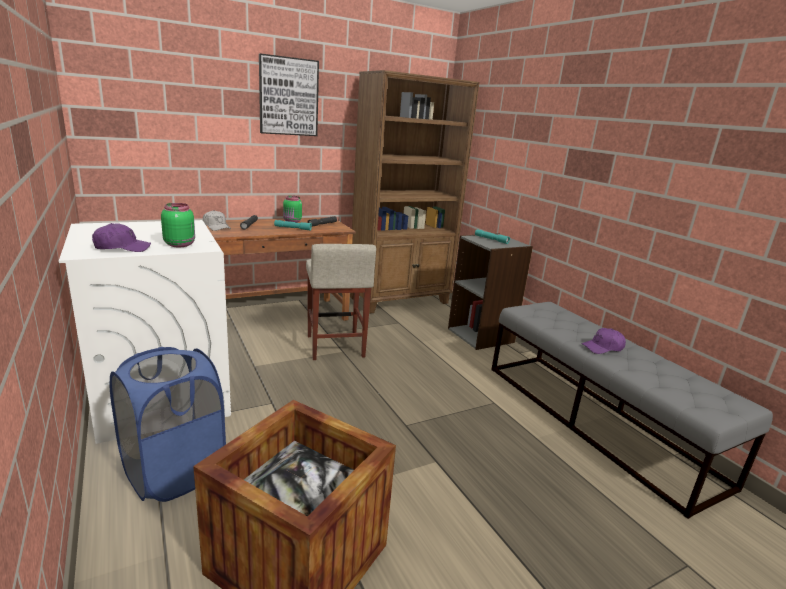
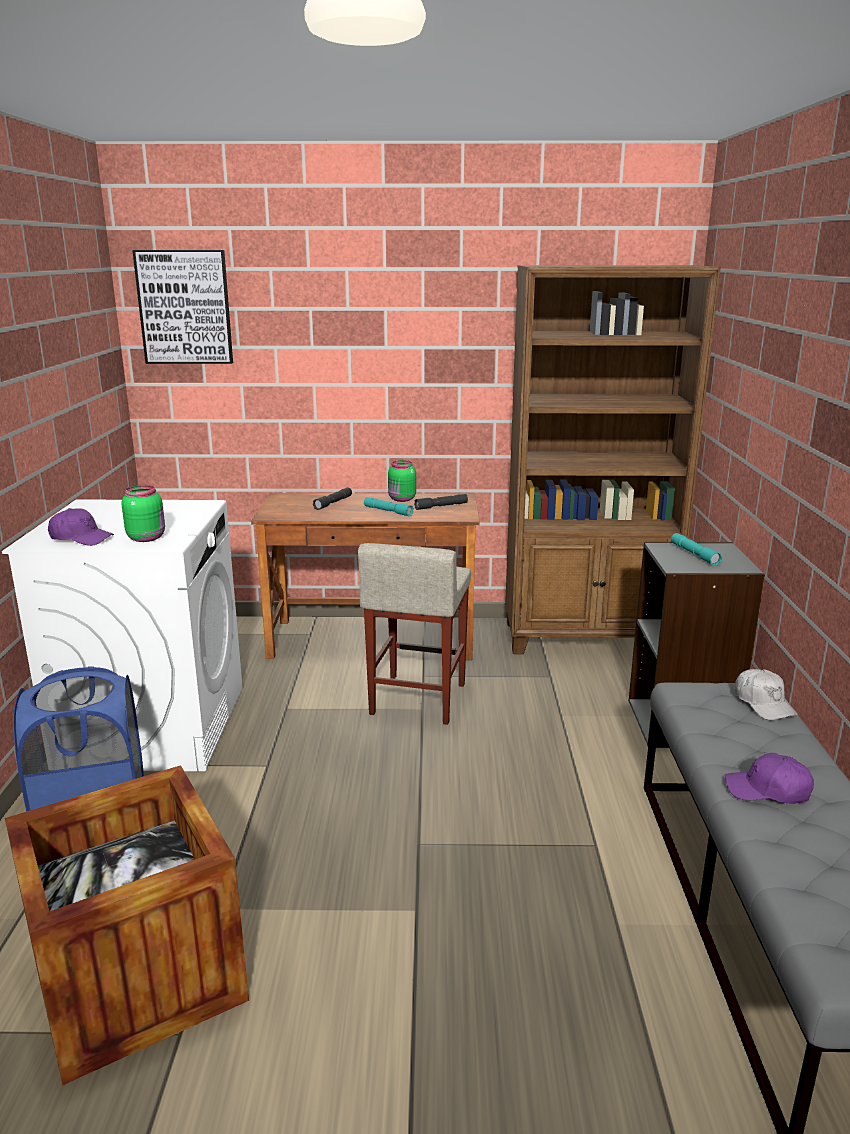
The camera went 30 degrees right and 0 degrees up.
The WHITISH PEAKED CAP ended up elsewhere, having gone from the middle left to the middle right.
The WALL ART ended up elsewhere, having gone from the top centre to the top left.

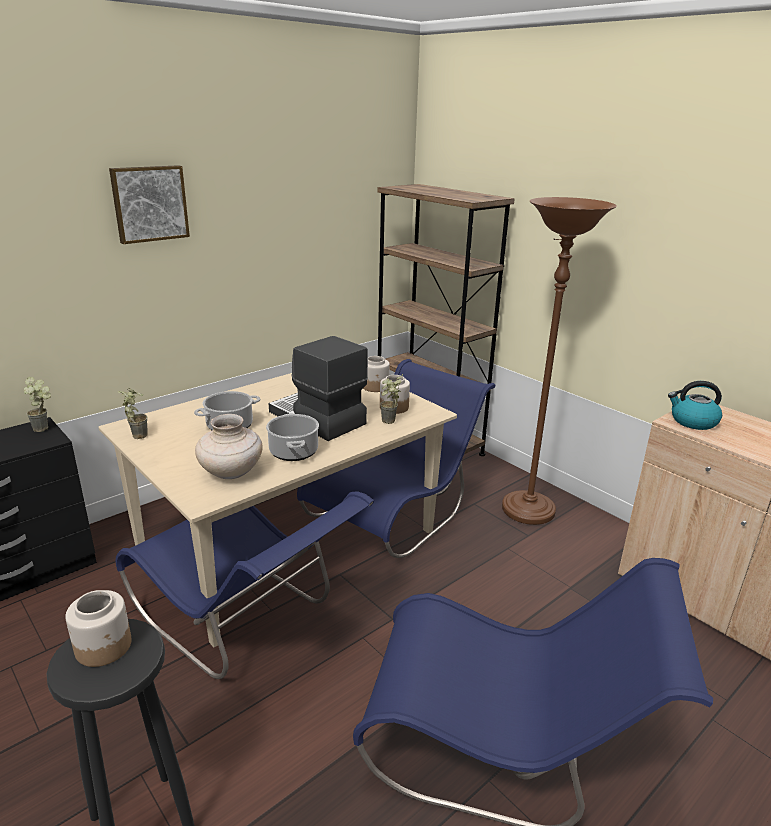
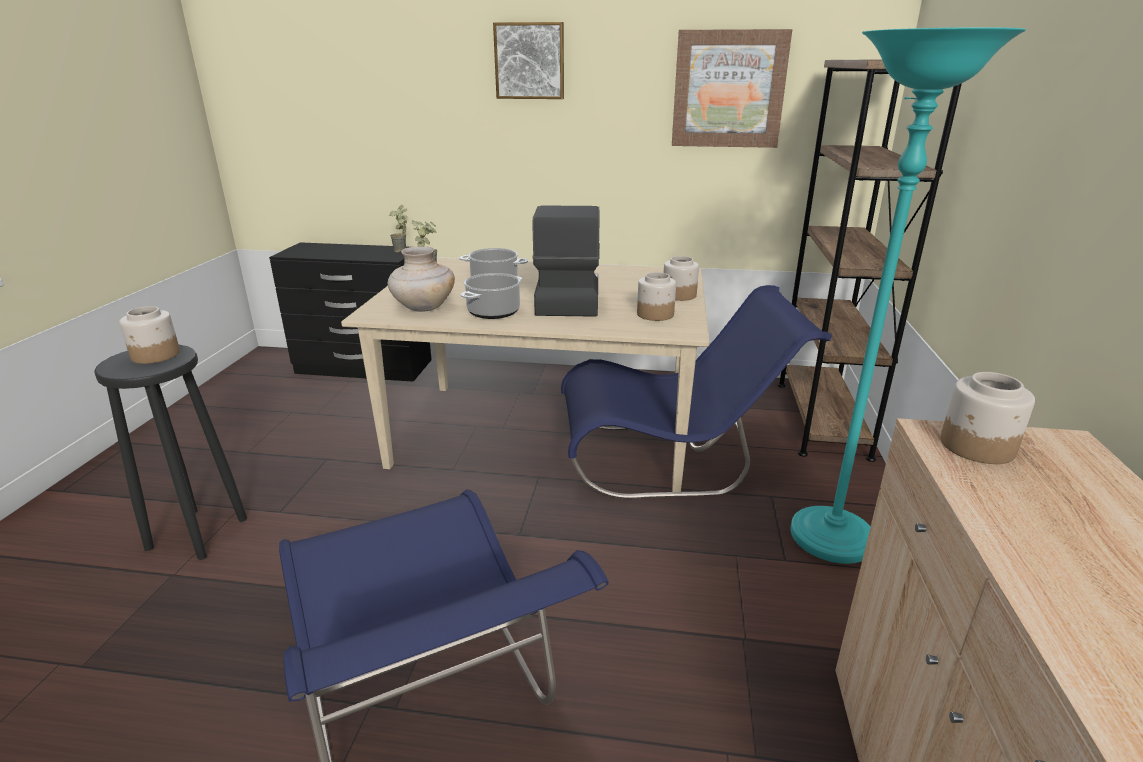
The camera went 50 degrees right and 0 degrees up.
The second view lost the BLUE-COLOURED CHAIR (1st from left) at the bottom left.
The second view lost the HOUSEPLANT (3rd from left) at the centre.
The second view gained the WALL ART (2nd from left) at the top centre.
Where the TEA KETTLE stood at the middle right, the PRESERVE JAR (4th from left) came to stand at the middle right.
What was the BROWN STANDARD LAMP at the middle right turned into the BLUE-GREEN STANDARD LAMP at the middle right.

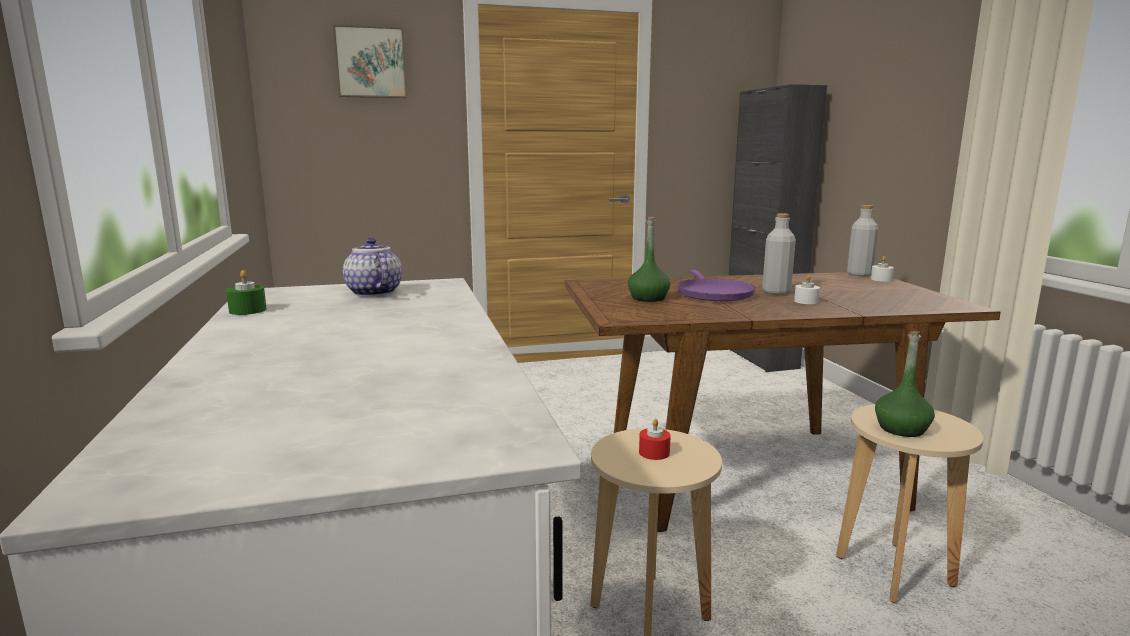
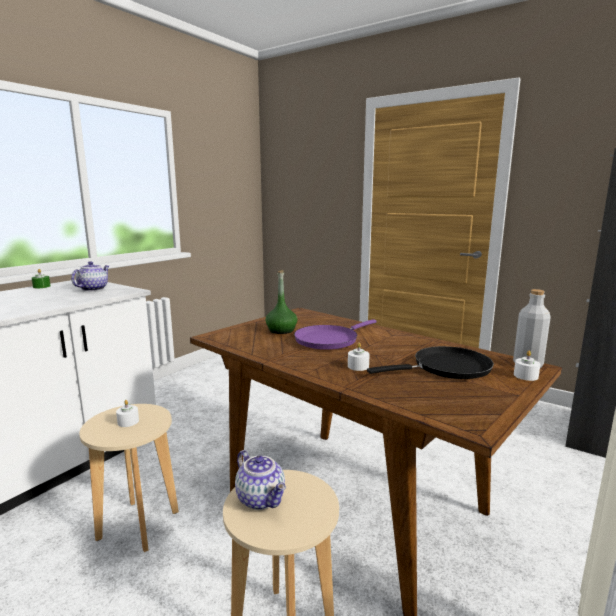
The camera went 50 degrees right and 0 degrees up.
The second view lost the WALL ART at the top left.
The second view lost the GREY DRINK BOTTLE (1st from left) at the middle right.
The second view gained the BLACK-COLOURED PAN at the middle right.
Where the GREEN-COLOURED DRINK BOTTLE (2nd from left) stood at the middle right, the TEA POT (2nd from left) came to stand at the bottom centre.
What was the RED WAX LIGHT at the bottom centre turned into the WHITISH WAX LIGHT (1st from left) at the bottom left.

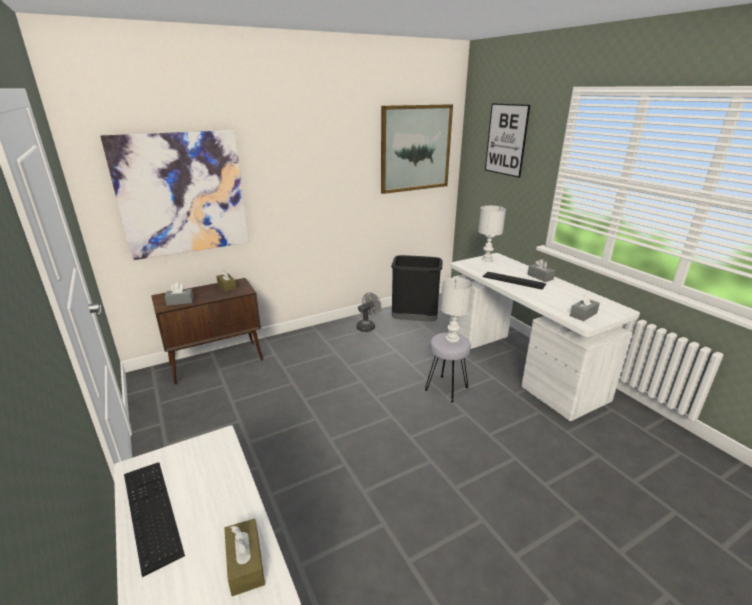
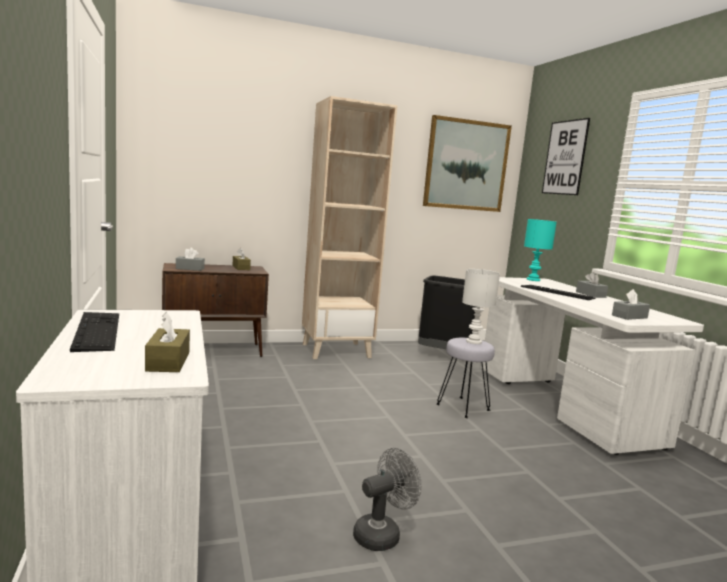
The camera went 10 degrees right and 15 degrees down.
The second view lost the WALL ART (1st from left) at the top left.
The second view gained the BEIGE SHELVING UNIT at the centre.
The GREY FAN ended up elsewhere, having gone from the centre to the bottom centre.
What was the WHITISH TABLETOP LAMP (2nd from left) at the centre turned into the BLUE-GREEN TABLETOP LAMP at the middle right.

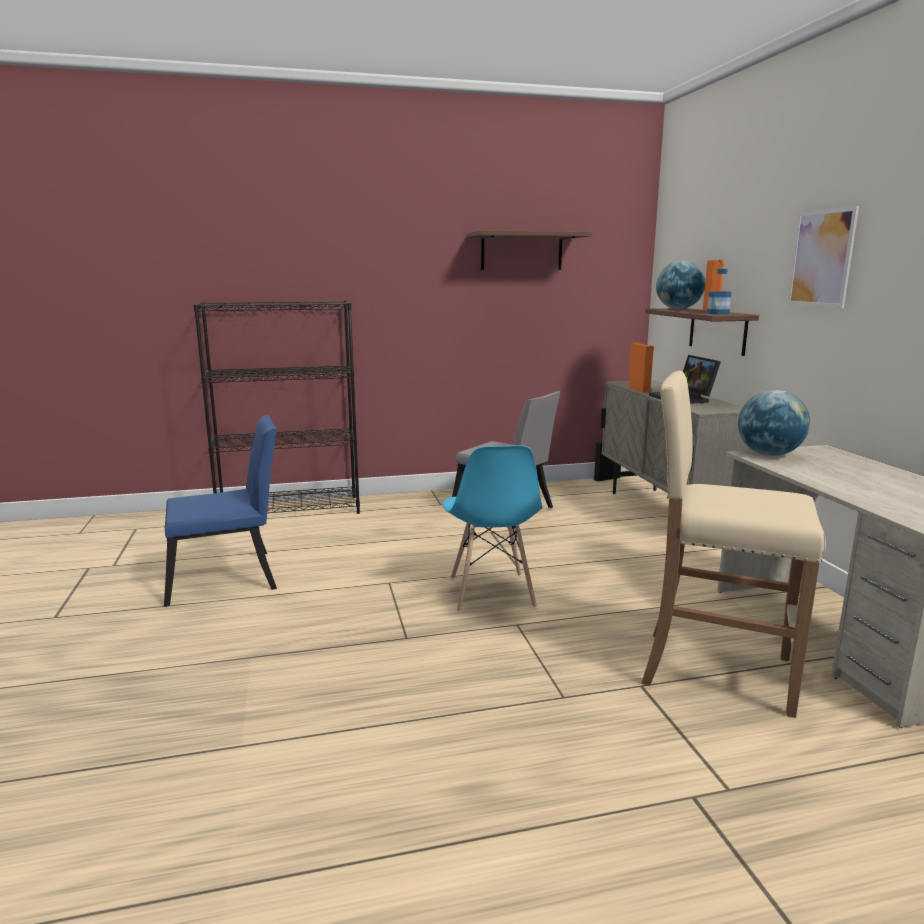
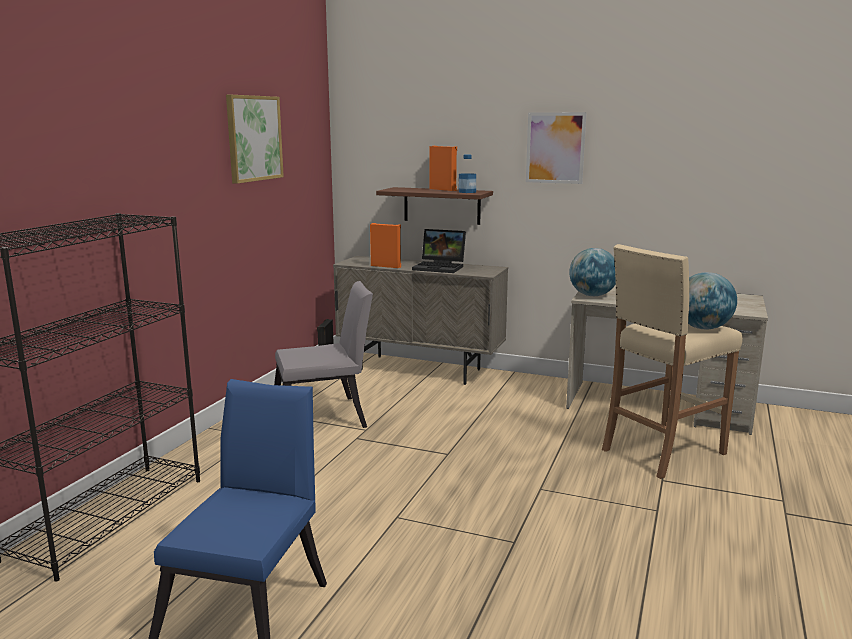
The camera went 55 degrees left and 0 degrees up.
The second view lost the BLUE-COLOURED CHAIR (2nd from left) at the centre.
The GLOBE (1st from left in the first image) ended up elsewhere, having gone from the top right to the middle right.
Where the BROWN BRACKET SHELF (1st from left) hung at the top centre, the WALL ART (1st from left) came to hang at the top left.

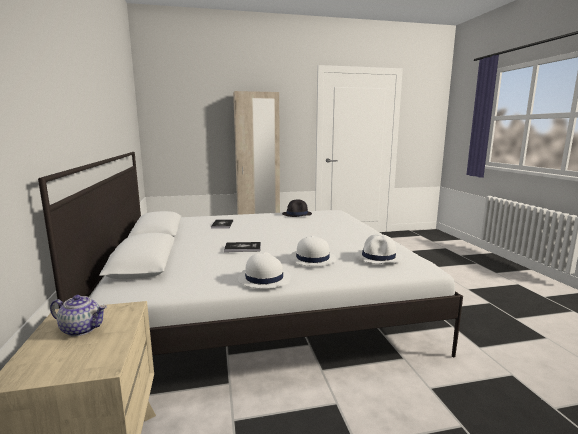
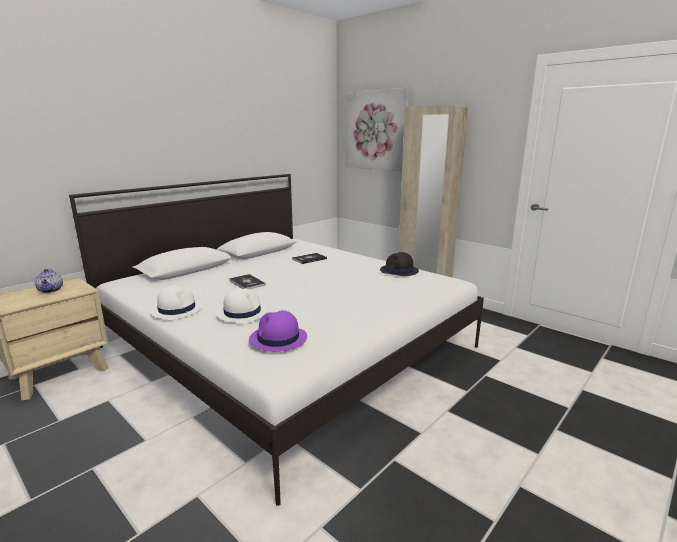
The camera went 55 degrees right and 5 degrees up.
The second view gained the WALL ART at the top centre.
What was the WHITISH WEARABLE HAT (3rd from left) at the centre turned into the PURPLE-COLOURED WEARABLE HAT at the centre.

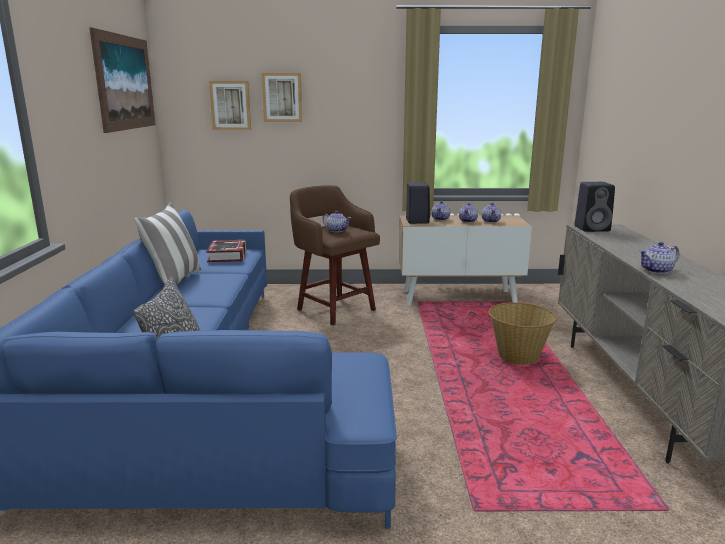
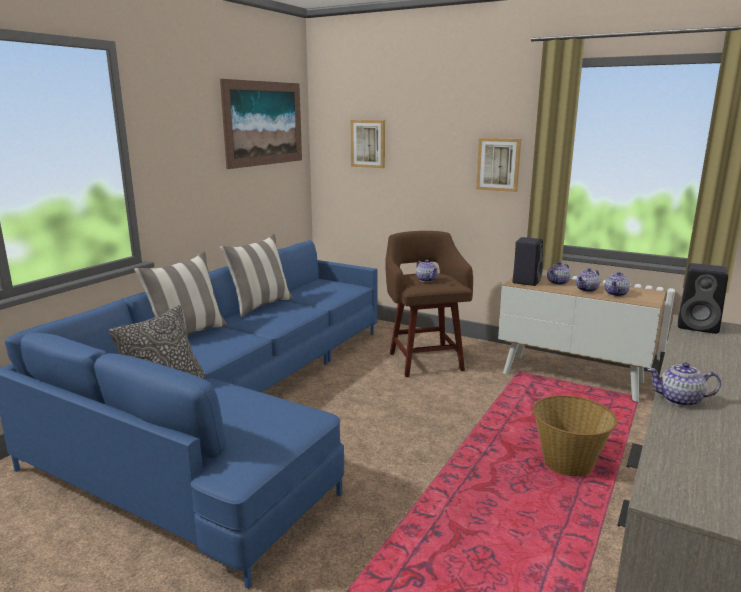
The camera went 30 degrees right and 0 degrees up.
The second view lost the BOOK at the middle left.
The second view gained the THROW PILLOW (2nd from left) at the middle left.
The WALL ART (3rd from left) ended up elsewhere, having gone from the top centre to the top right.

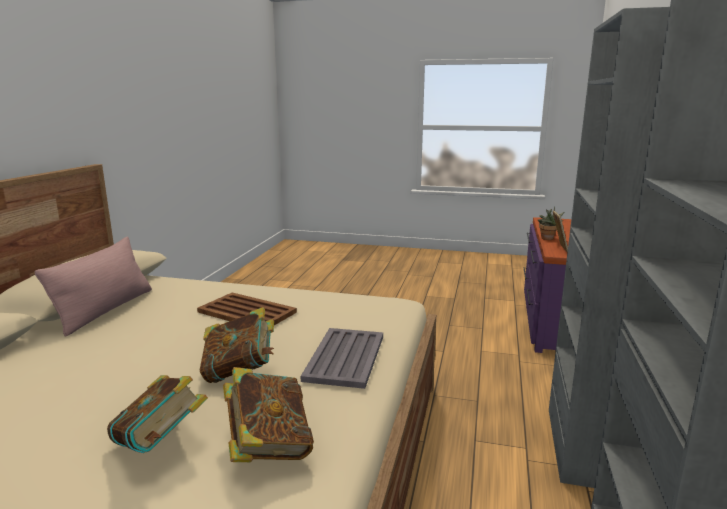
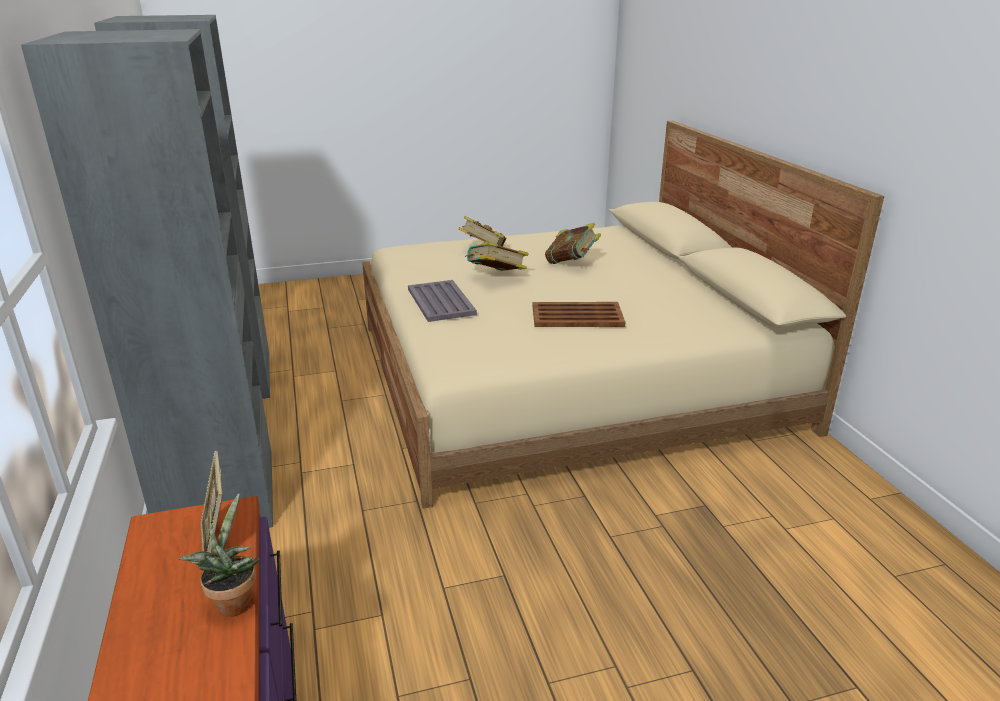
The camera went 150 degrees right and 10 degrees up.
The second view lost the PINKISH THROW PILLOW at the middle left.
The BOOK (3rd from left) ended up elsewhere, having gone from the bottom centre to the centre.

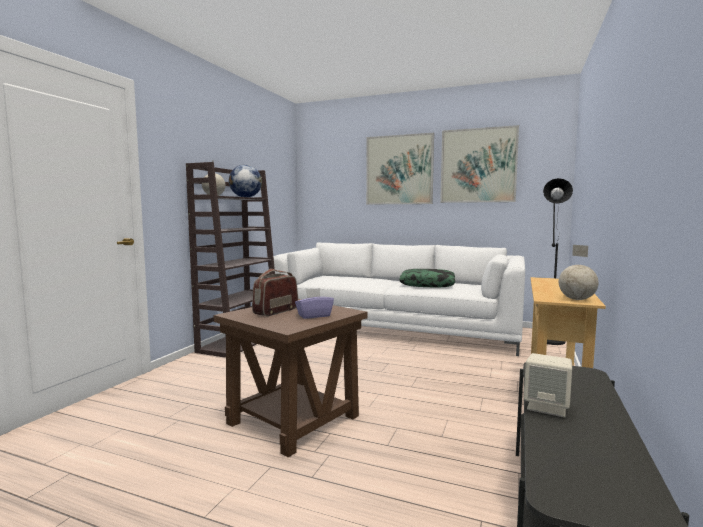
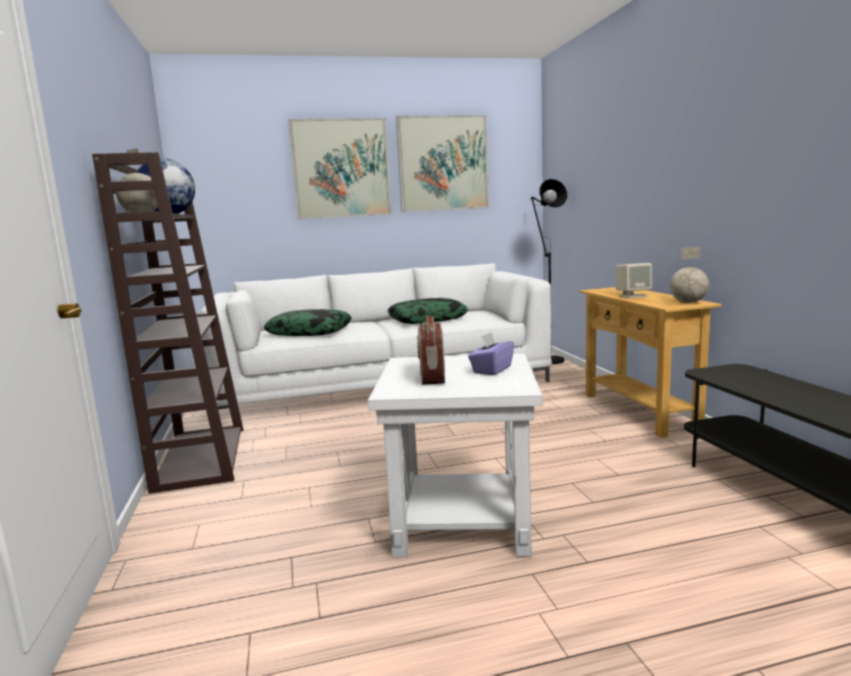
The camera went 35 degrees left and 5 degrees up.
The second view gained the THROW PILLOW (1st from left) at the centre.
The BEIGE LOUDSPEAKER ended up elsewhere, having gone from the bottom right to the middle right.
What was the BROWN ACCENT TABLE at the bottom centre turned into the WHITISH ACCENT TABLE at the bottom centre.

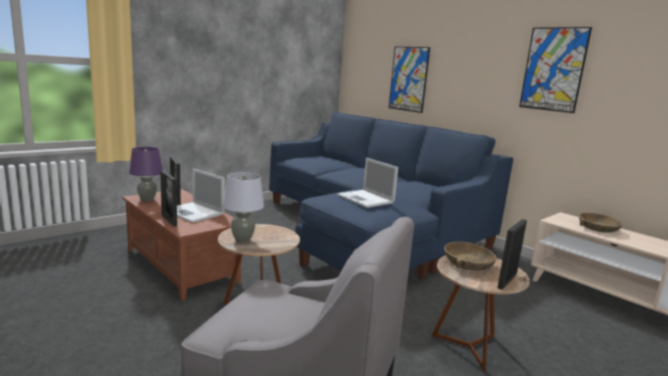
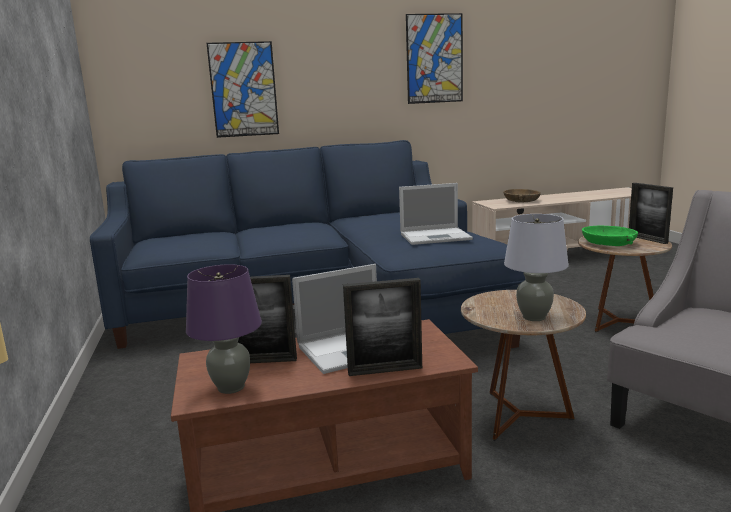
The camera went 60 degrees left and 0 degrees up.
What was the BROWN DEEP DISH (1st from left) at the bottom right turned into the GREEN-COLOURED DEEP DISH at the middle right.

